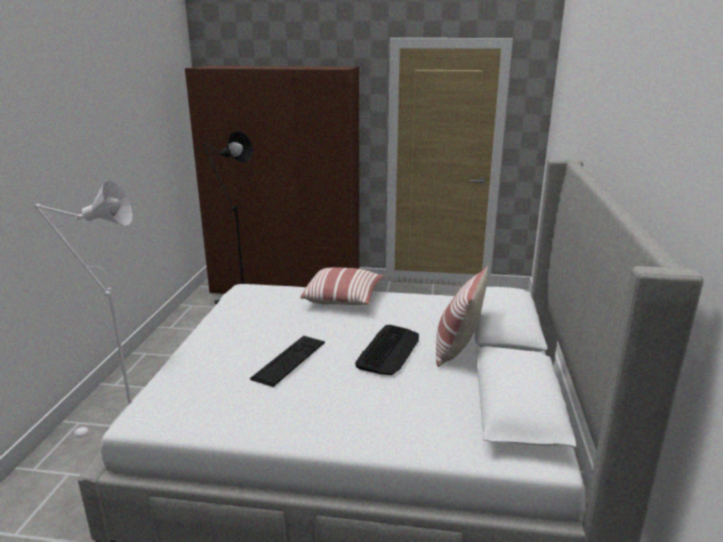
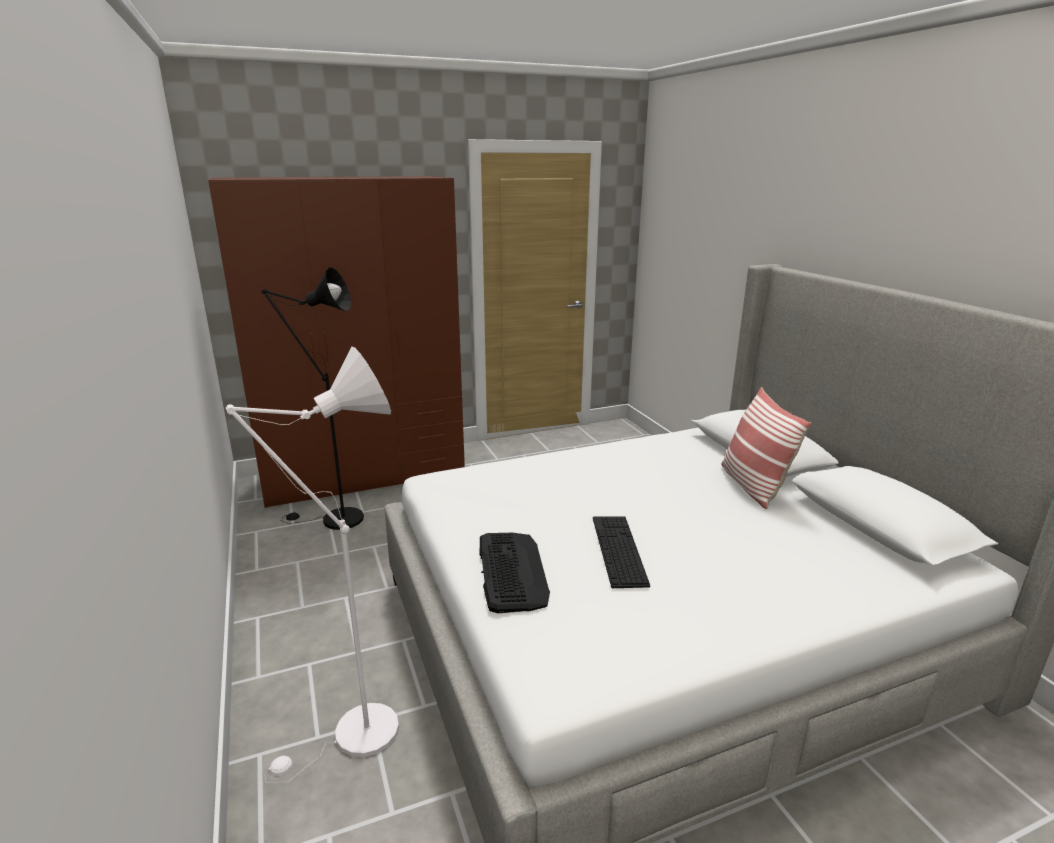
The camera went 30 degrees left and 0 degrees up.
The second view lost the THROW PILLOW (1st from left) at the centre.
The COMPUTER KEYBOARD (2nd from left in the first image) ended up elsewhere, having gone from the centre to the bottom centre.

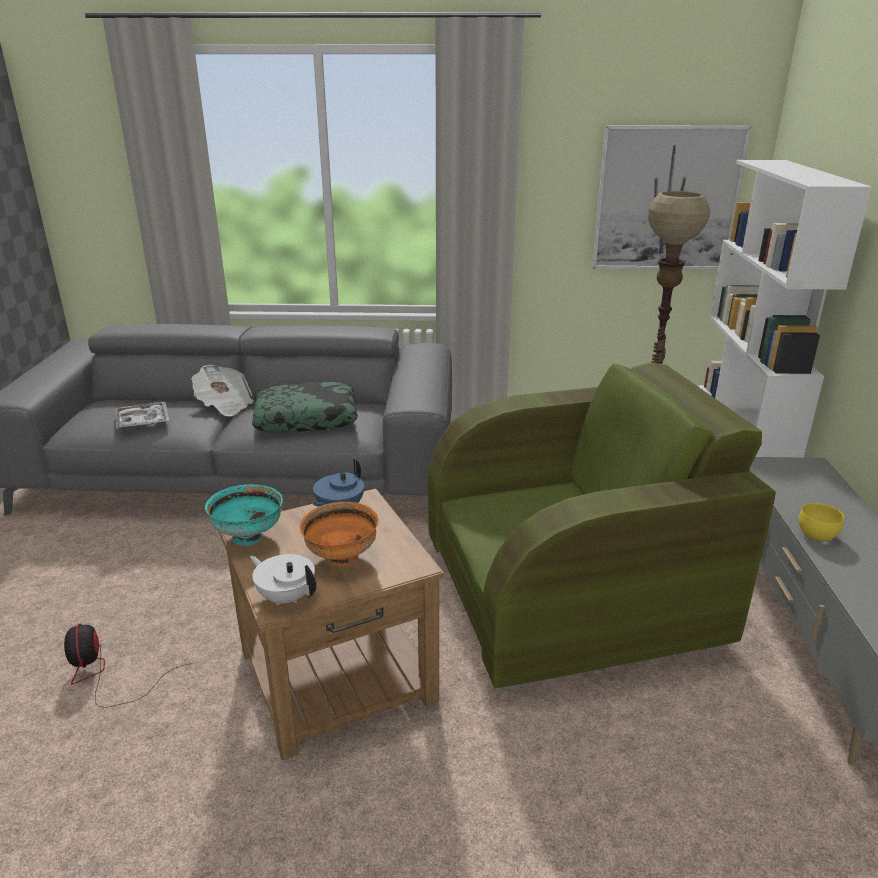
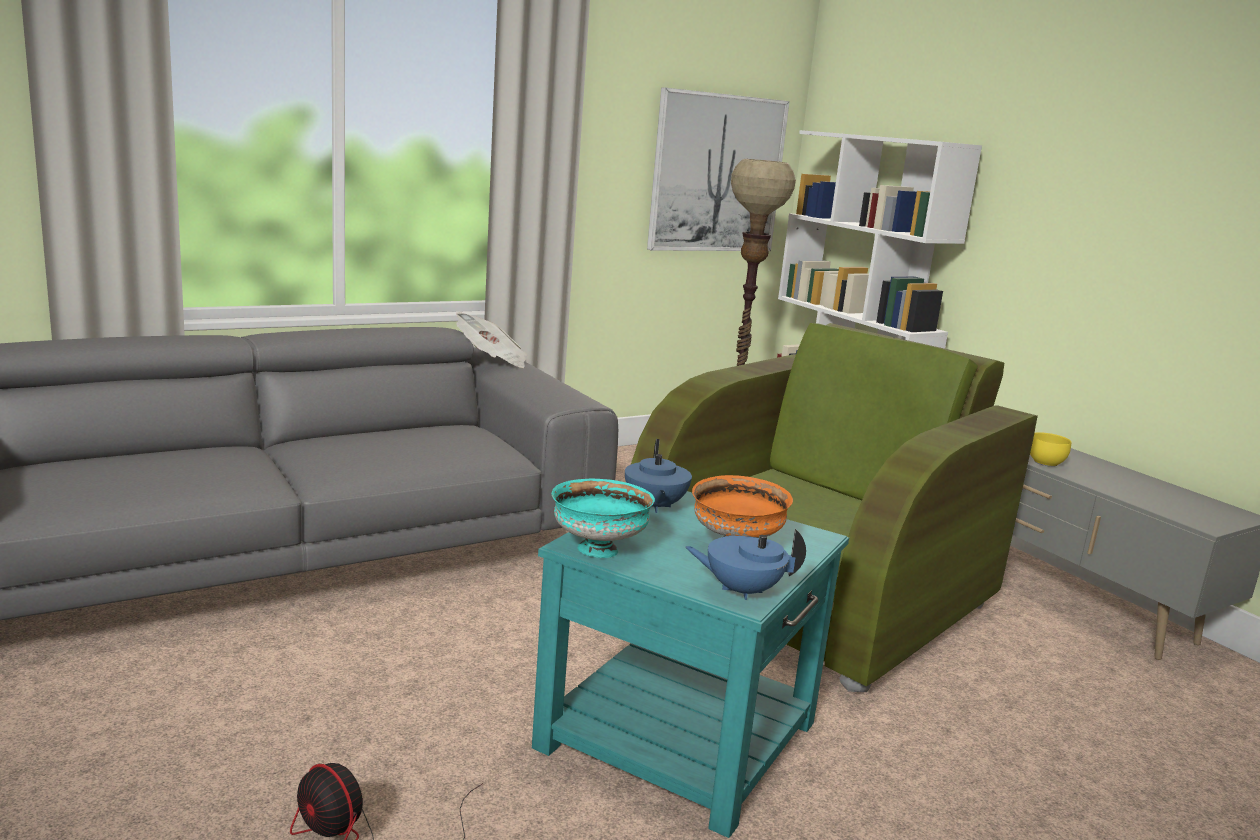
The camera went 35 degrees left and 10 degrees down.
The second view lost the TRAY at the middle left.
The second view lost the THROW PILLOW at the centre.
The DAILY PAPER ended up elsewhere, having gone from the middle left to the centre.
What was the BROWN ACCENT TABLE at the bottom centre turned into the BLUE-GREEN ACCENT TABLE at the bottom centre.
What was the WHITISH TEA POT at the middle left turned into the BLUE-COLOURED TEA POT (2nd from left) at the bottom centre.

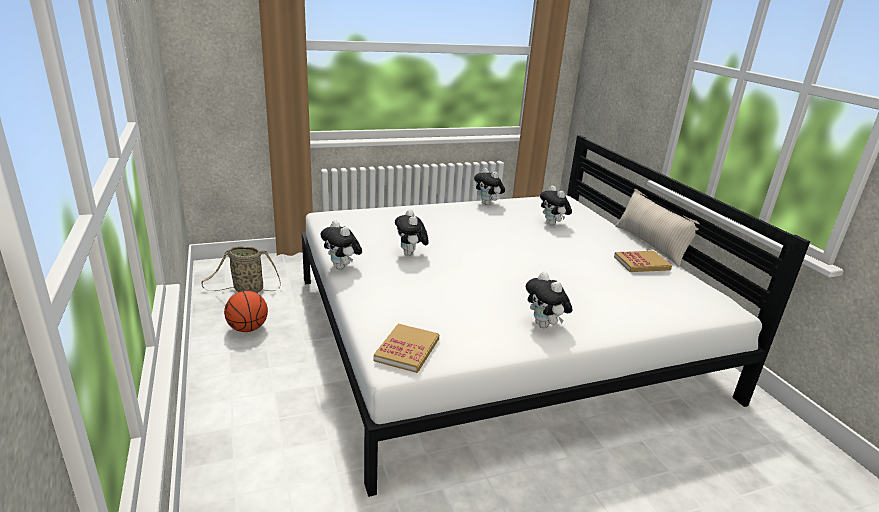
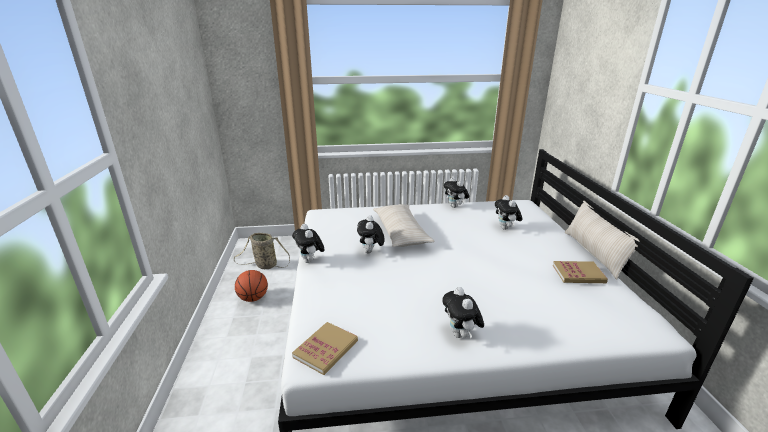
The camera went 15 degrees right and 0 degrees up.
The second view gained the BEIGE THROW PILLOW (1st from left) at the centre.

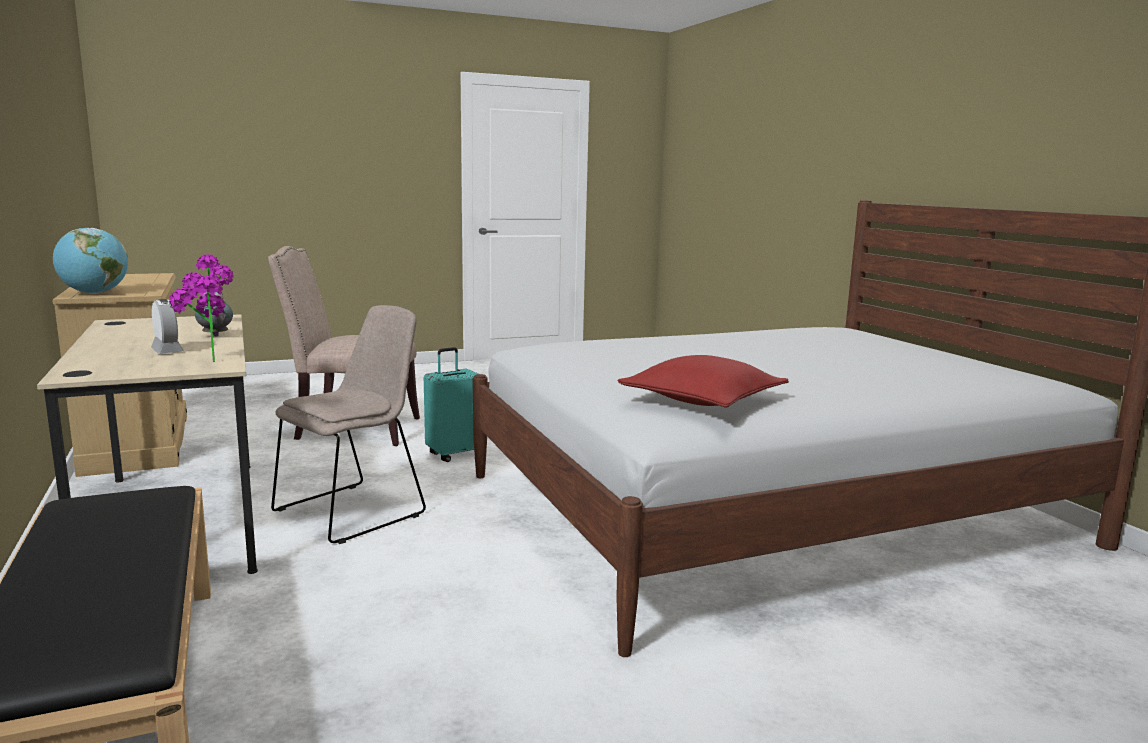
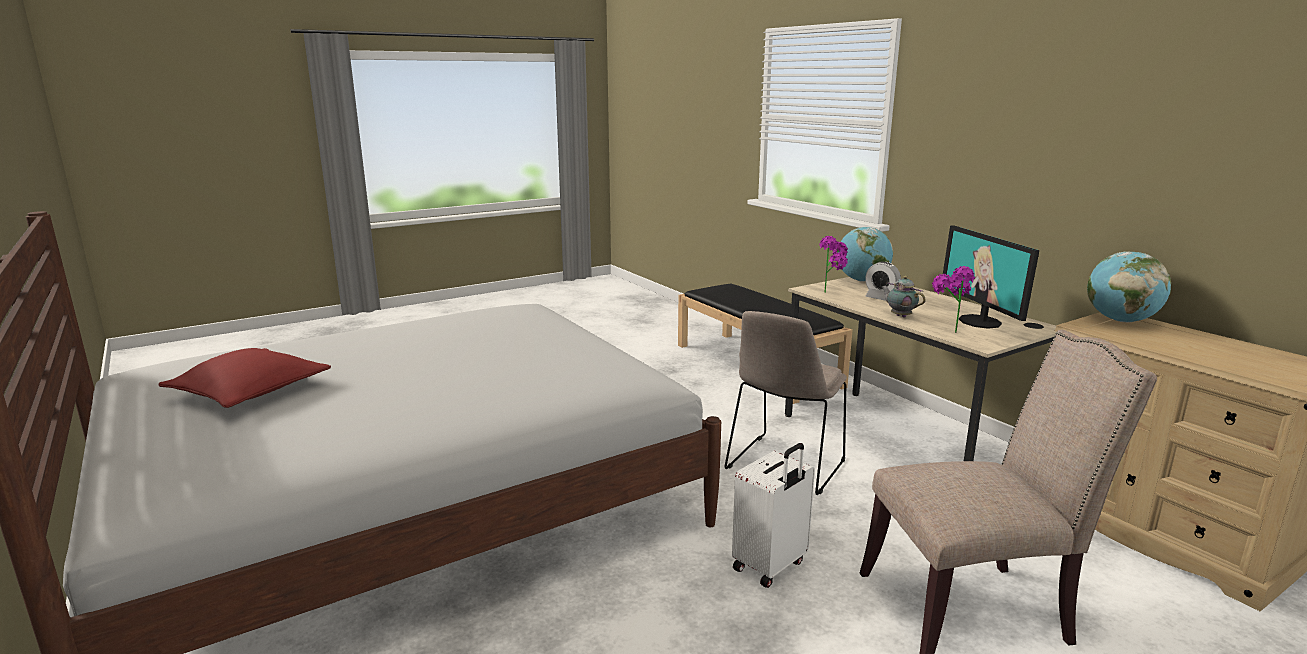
The camera went 170 degrees right and 5 degrees up.
The second view gained the GLOBE (1st from left) at the centre.
The second view gained the COMPUTER DISPLAY at the middle right.
The RED THROW PILLOW ended up elsewhere, having gone from the centre to the middle left.
What was the BLUE-GREEN PIECE OF LUGGAGE at the centre turned into the WHITISH PIECE OF LUGGAGE at the bottom centre.

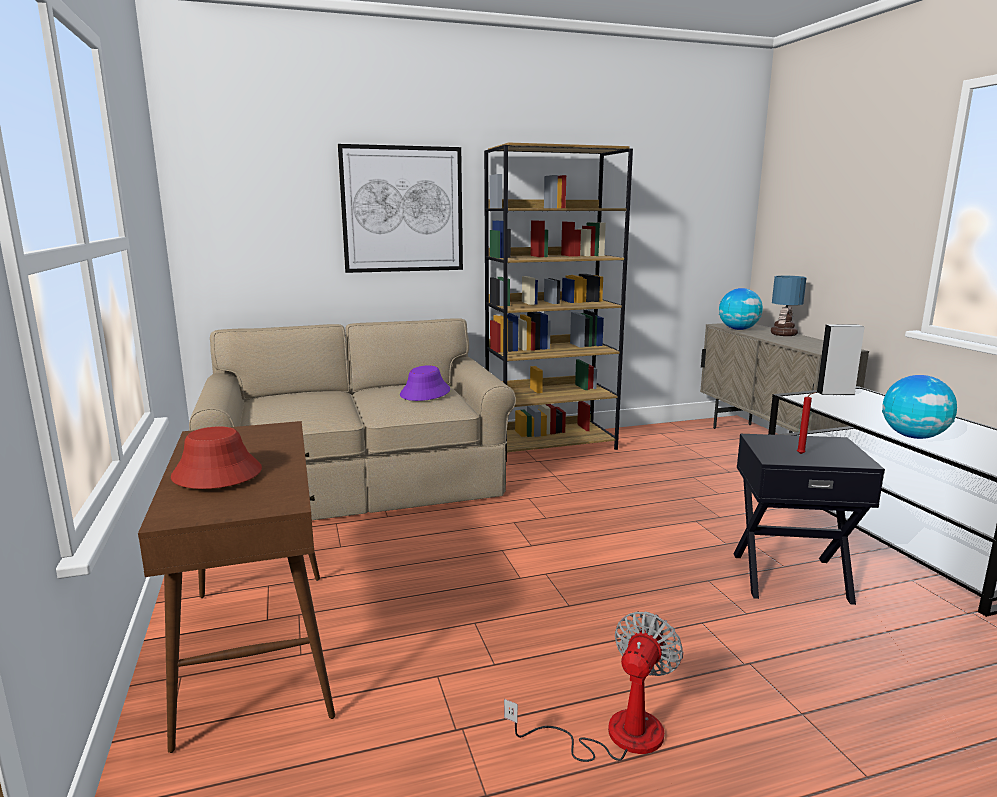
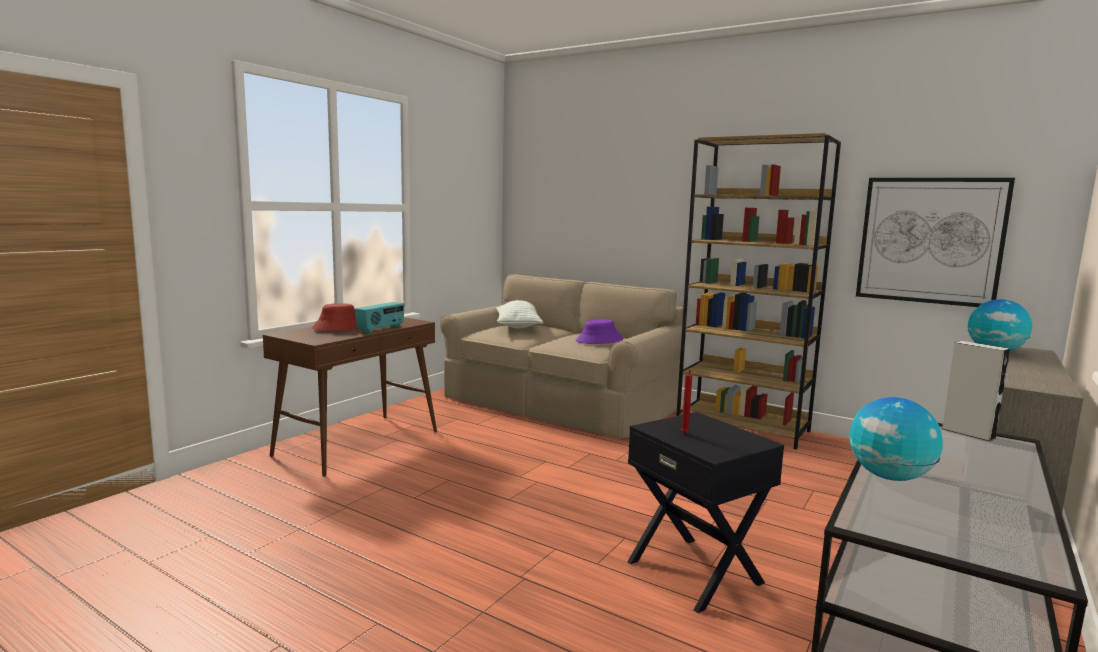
The camera went 50 degrees right and 5 degrees down.
The second view lost the FAN at the bottom centre.
The second view lost the TABLETOP LAMP at the middle right.
The second view gained the RADIO SET at the centre.
The second view gained the THROW PILLOW at the centre.
The WALL ART ended up elsewhere, having gone from the top centre to the middle right.

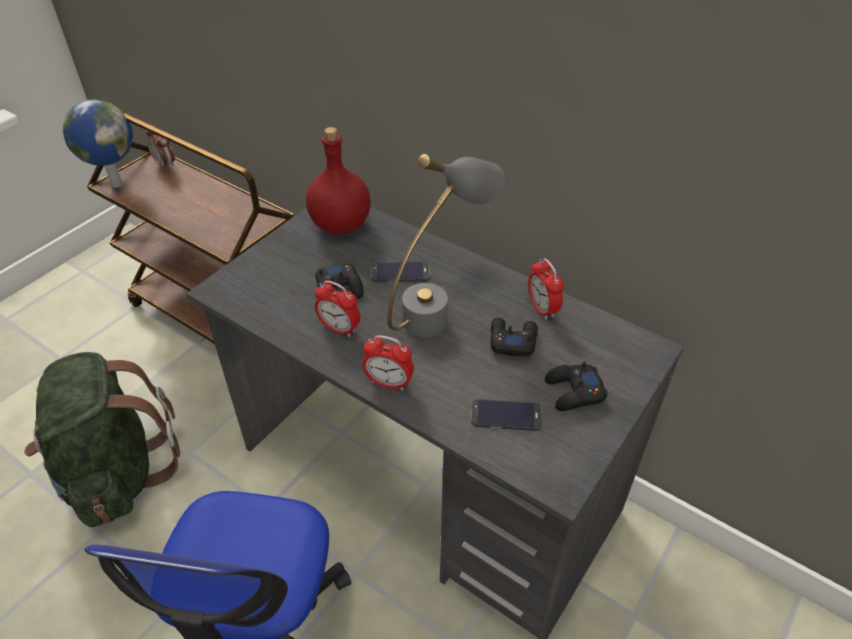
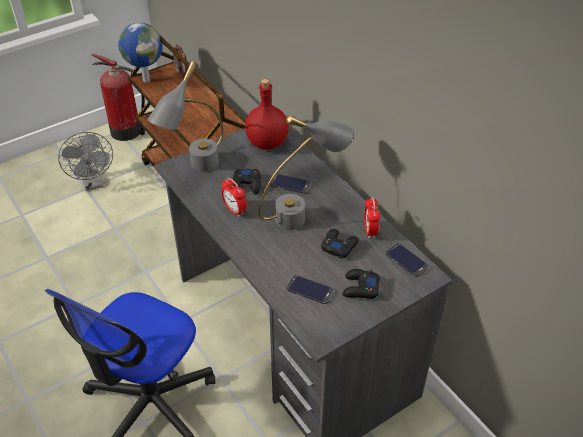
The camera went 20 degrees right and 0 degrees up.
The second view lost the GREEN-COLOURED KNAPSACK at the bottom left.
The second view lost the ALARM CLOCK (3rd from left) at the centre.
The second view gained the GREY FAN at the middle left.
The second view gained the FIRE-FIGHTING CYLINDER at the top left.
The second view gained the GREY TABLETOP LAMP (1st from left) at the top left.
The second view gained the HANDSET (3rd from left) at the middle right.

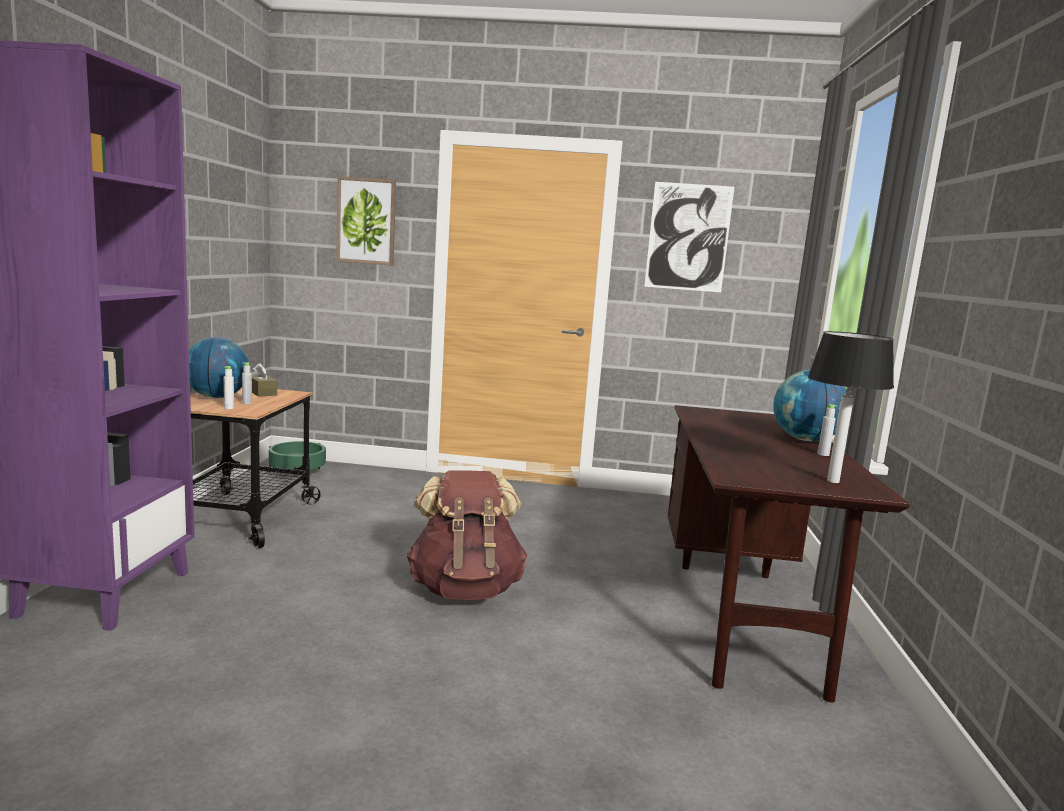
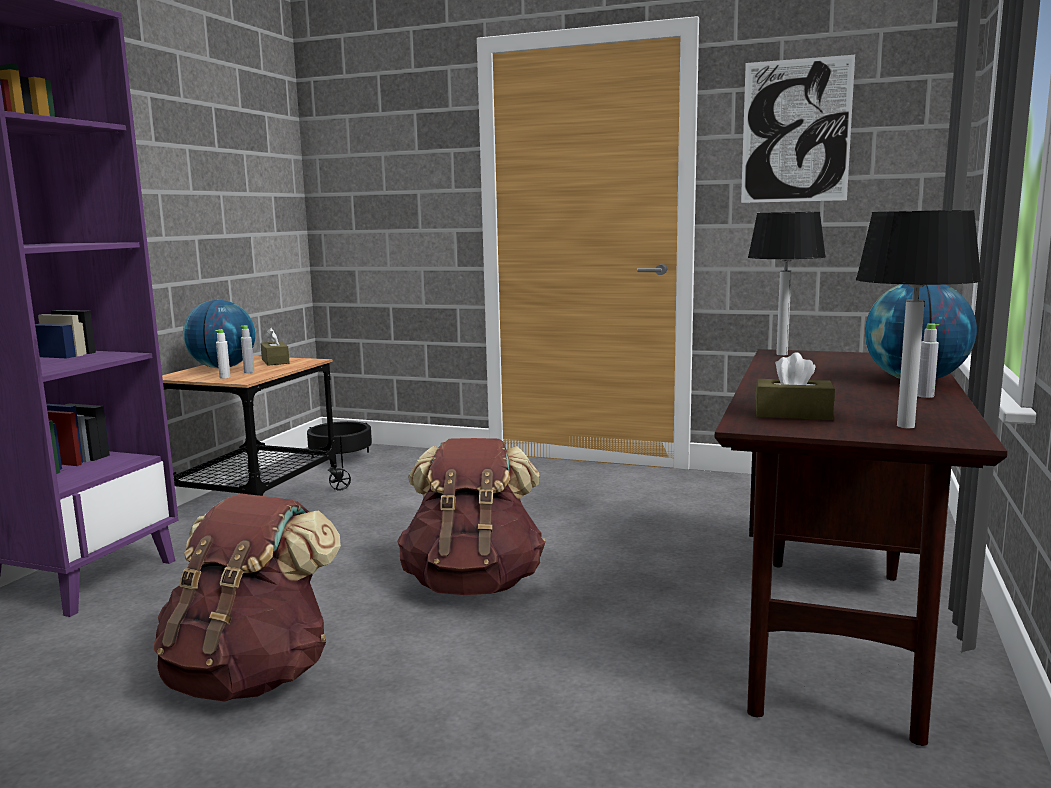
The camera went 15 degrees right and 0 degrees up.
The second view lost the WALL ART (1st from left) at the top centre.
The second view gained the BROWN KNAPSACK (1st from left) at the bottom left.
The second view gained the TABLETOP LAMP (1st from left) at the middle right.
The second view gained the BROWN TISSUE BOX (2nd from left) at the middle right.
What was the GREEN-COLOURED PLANTER at the middle left turned into the BLACK-COLOURED PLANTER at the middle left.

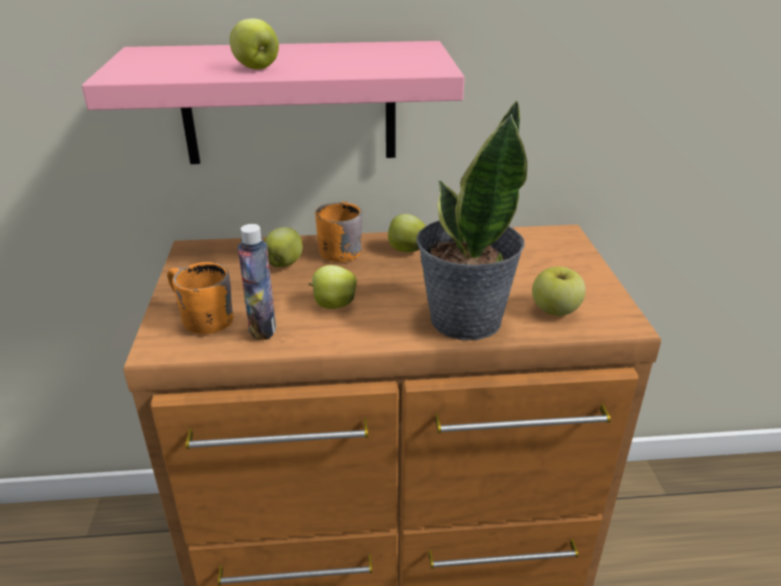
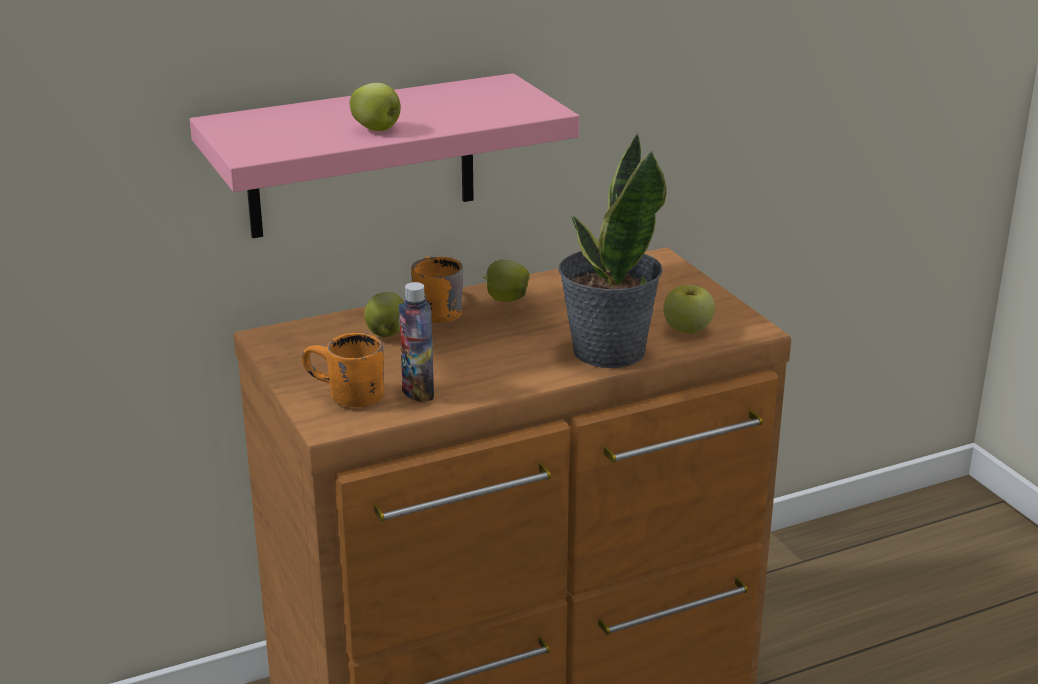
The camera went 20 degrees left and 5 degrees down.
The second view lost the WHOLE APPLE (3rd from left) at the centre.

